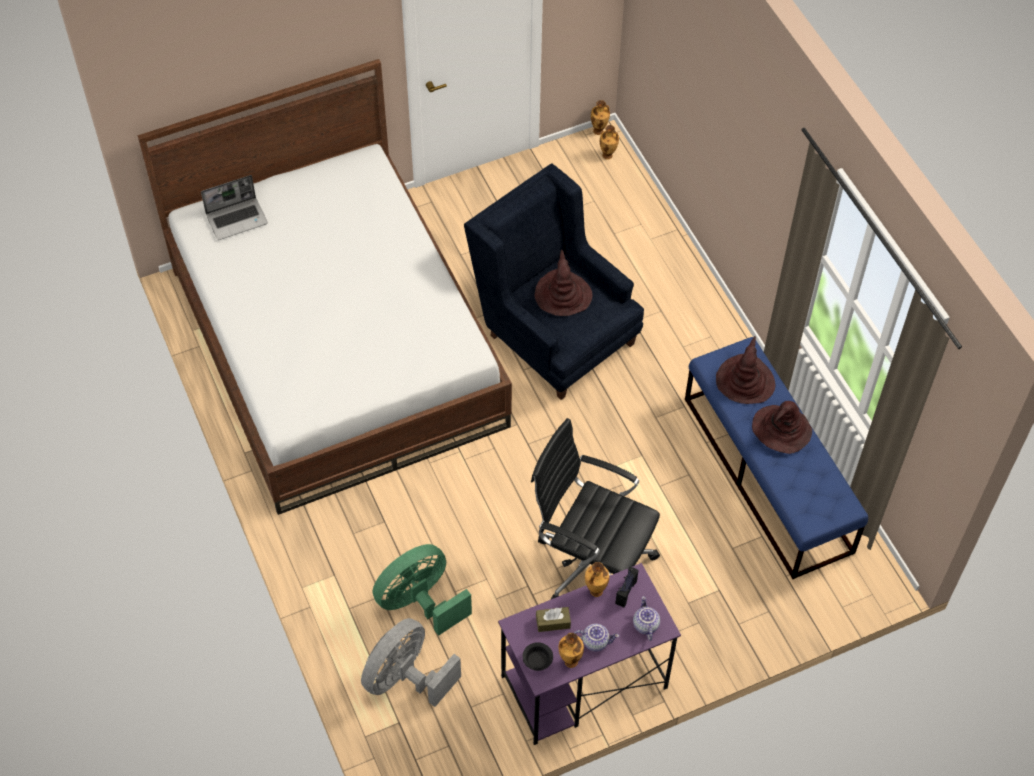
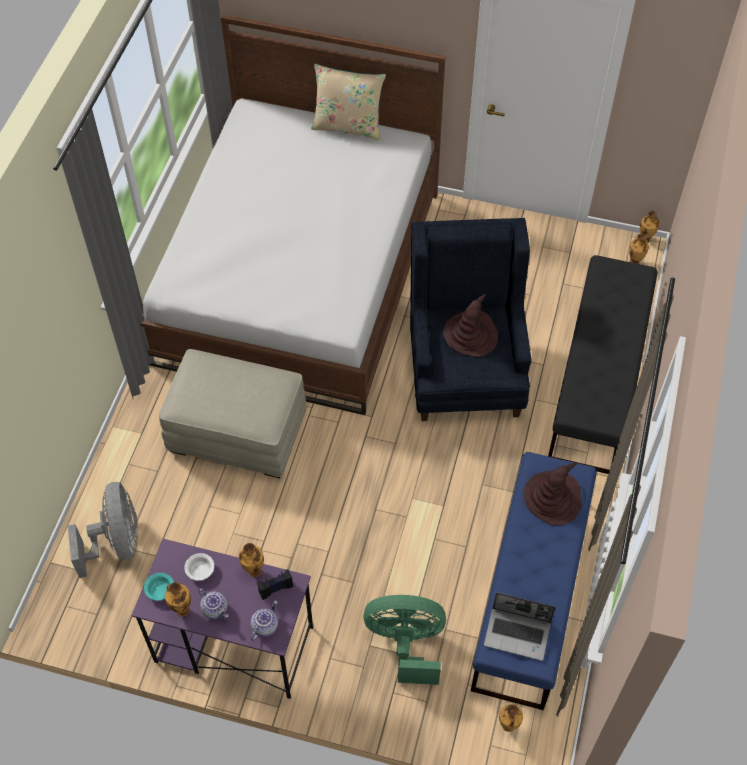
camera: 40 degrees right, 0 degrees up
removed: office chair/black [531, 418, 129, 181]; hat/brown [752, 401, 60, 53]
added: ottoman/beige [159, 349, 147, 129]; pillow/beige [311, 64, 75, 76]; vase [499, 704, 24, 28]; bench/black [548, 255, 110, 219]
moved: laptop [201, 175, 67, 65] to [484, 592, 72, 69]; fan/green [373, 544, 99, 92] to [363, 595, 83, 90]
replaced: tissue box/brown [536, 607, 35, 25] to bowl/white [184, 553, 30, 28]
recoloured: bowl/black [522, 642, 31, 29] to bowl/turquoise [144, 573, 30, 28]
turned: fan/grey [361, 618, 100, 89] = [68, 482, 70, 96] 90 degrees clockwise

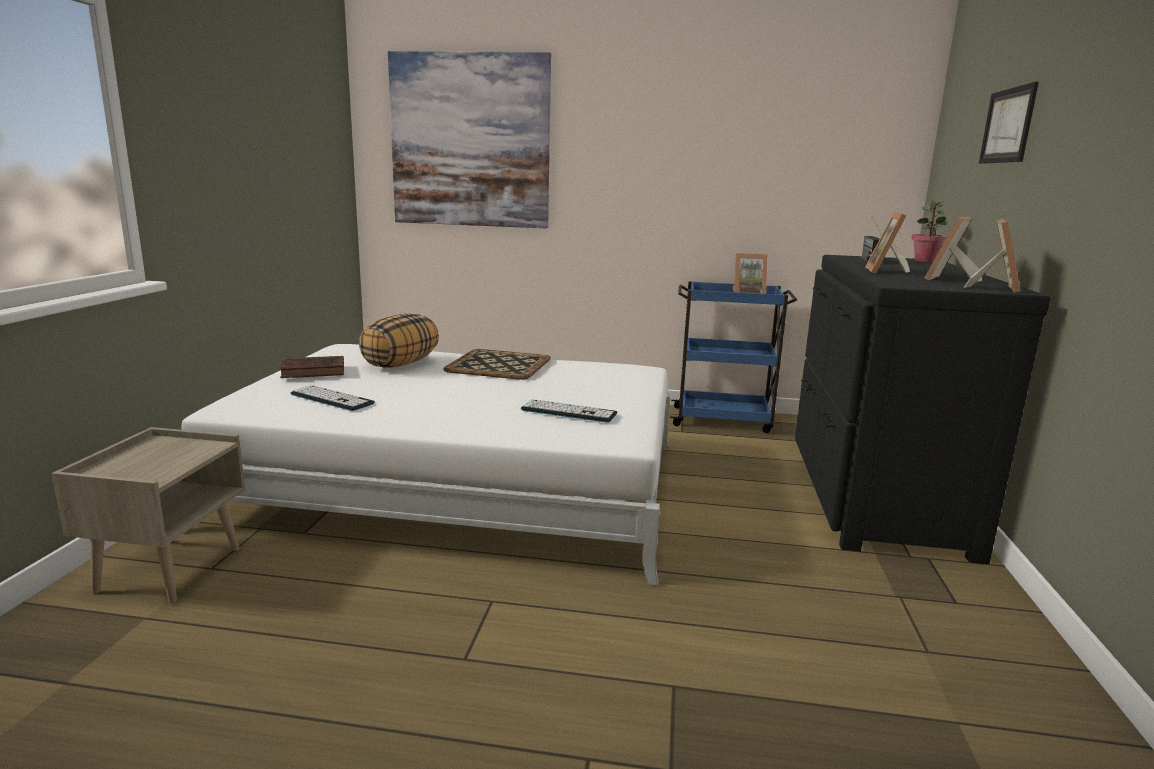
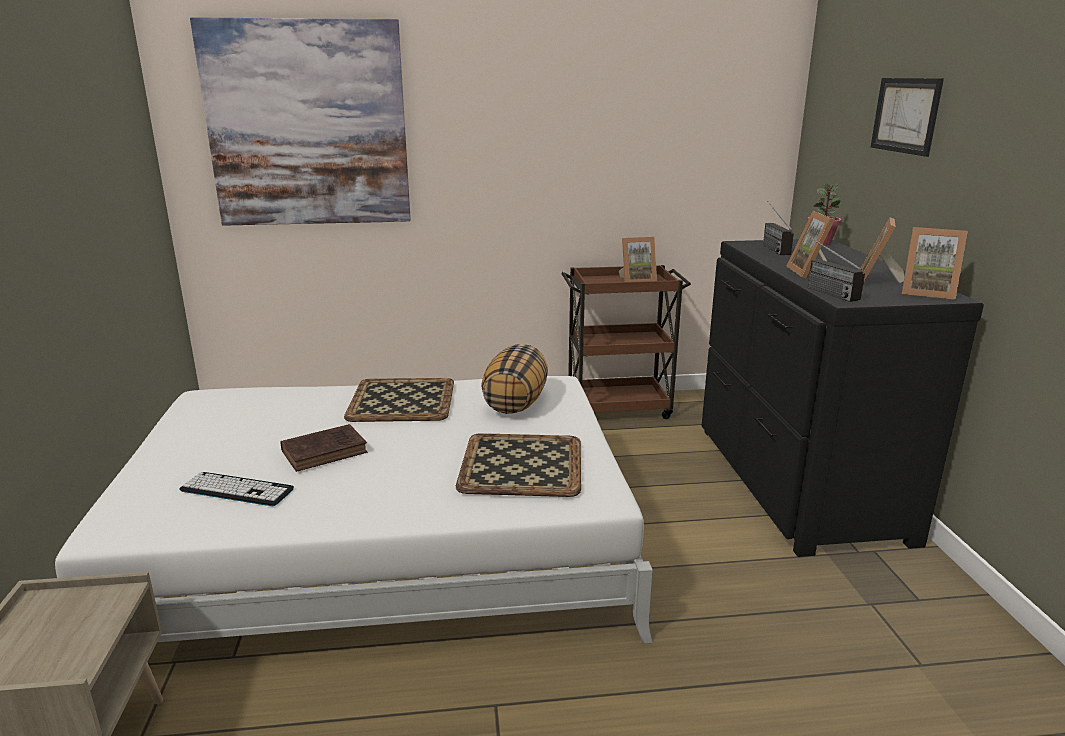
camera: 15 degrees left, 5 degrees up
added: radio [801, 232, 64, 70]
moved: book/brown [280, 356, 64, 22] to [280, 424, 88, 48]; pillow [359, 313, 80, 55] to [481, 344, 67, 70]
replaced: keyboard [521, 399, 96, 24] to tray [456, 433, 125, 64]
recoloured: cart/blue [670, 281, 127, 152] to cart/brown [562, 265, 129, 154]
turned: picture frame [964, 219, 57, 73] = [901, 227, 67, 73] 105 degrees clockwise

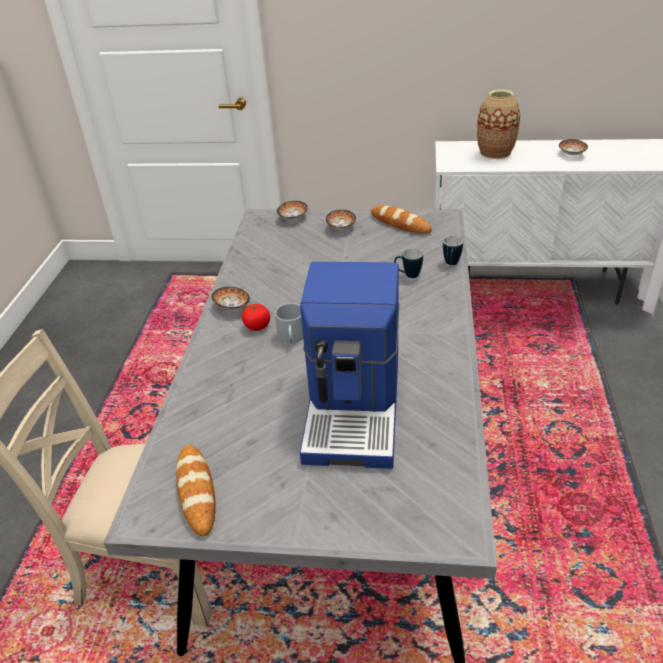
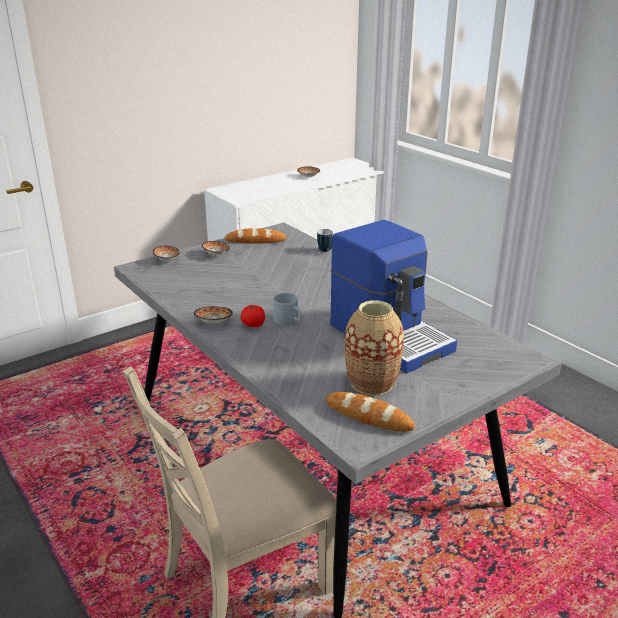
camera: 45 degrees left, 10 degrees down
removed: mug [394, 248, 29, 30]
moved: vase [477, 89, 43, 70] to [345, 300, 59, 96]

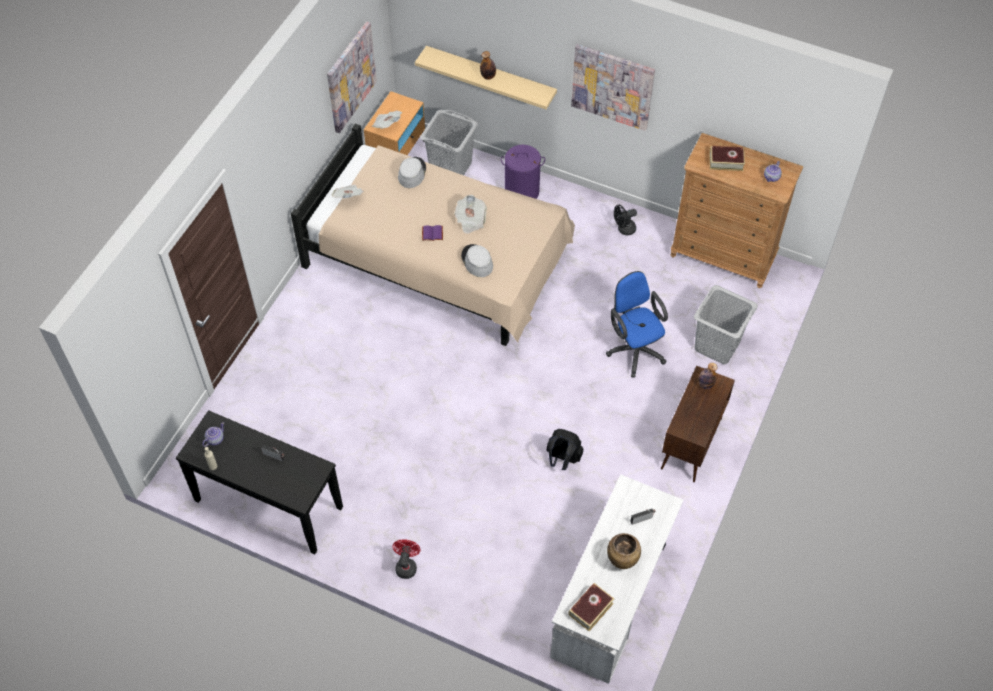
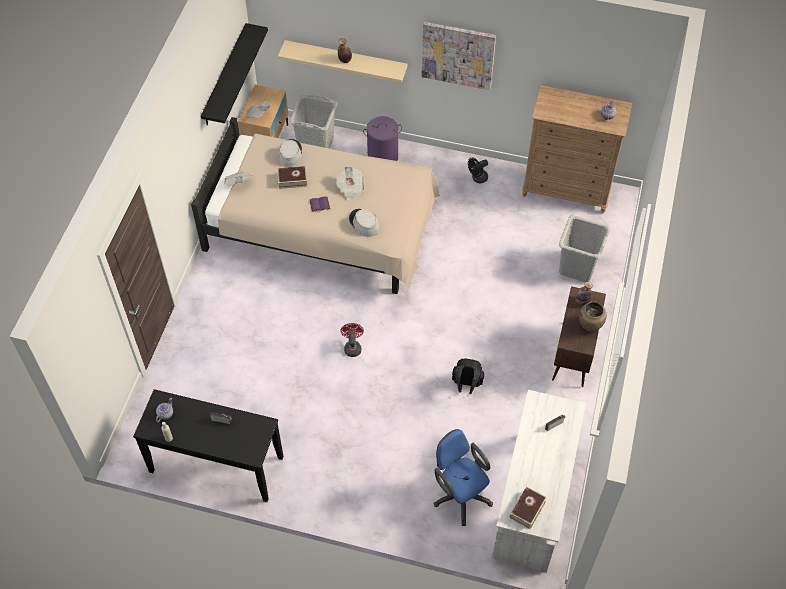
camera: 10 degrees left, 0 degrees up
moved: fan/red [392, 540, 28, 39] to [341, 323, 23, 34]; office chair/blue [606, 271, 62, 107] to [433, 429, 60, 97]; vase/brown [607, 533, 34, 36] to [579, 302, 27, 30]; book [709, 146, 36, 25] to [277, 166, 30, 23]
replaced: picture [327, 21, 50, 112] to shelf/black [201, 23, 67, 103]

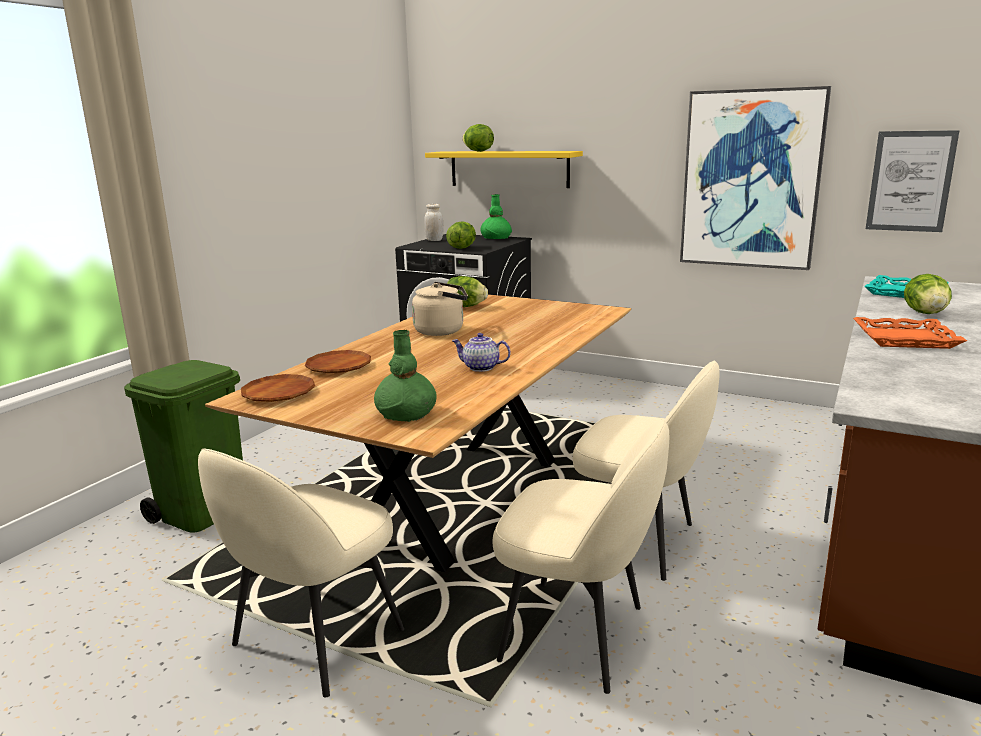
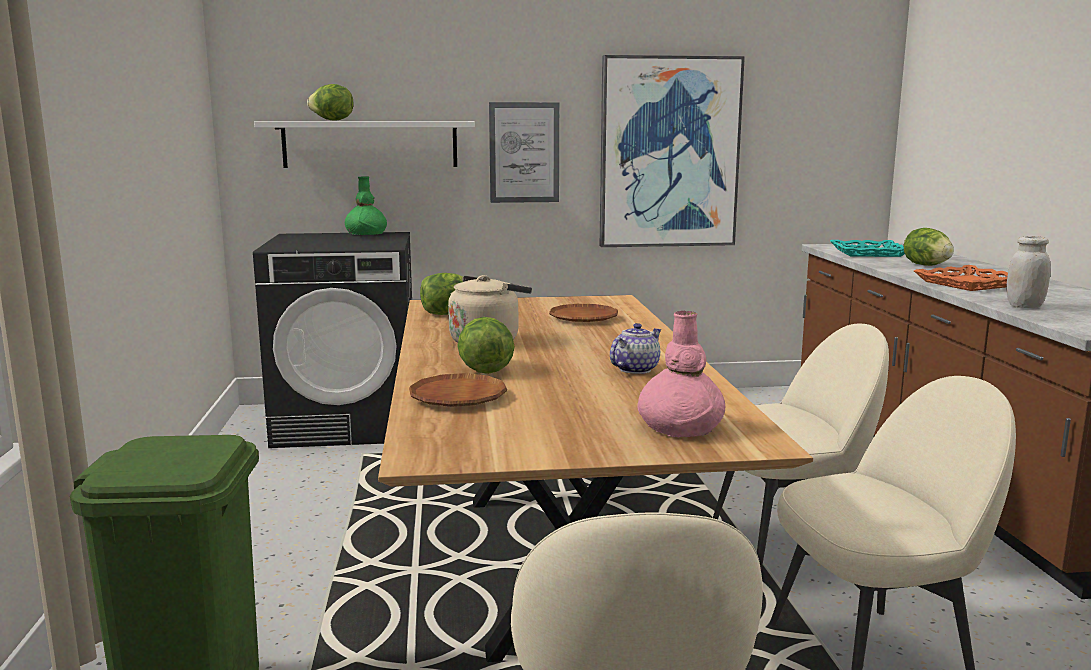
camera: 35 degrees left, 5 degrees down
moved: plate/brown [241, 374, 74, 28] to [549, 304, 69, 18]; jar/white [424, 204, 20, 37] to [1006, 236, 45, 72]; lettuce [446, 222, 30, 27] to [457, 317, 58, 57]; picture [866, 130, 94, 102] to [489, 102, 70, 101]
recoloured: vase/green [374, 330, 63, 92] to vase/pink [637, 311, 88, 126]; shelf/yellow [425, 151, 158, 37] to shelf/white [254, 121, 221, 47]
turned: teapot [452, 333, 59, 39] = [610, 323, 52, 51] 150 degrees clockwise

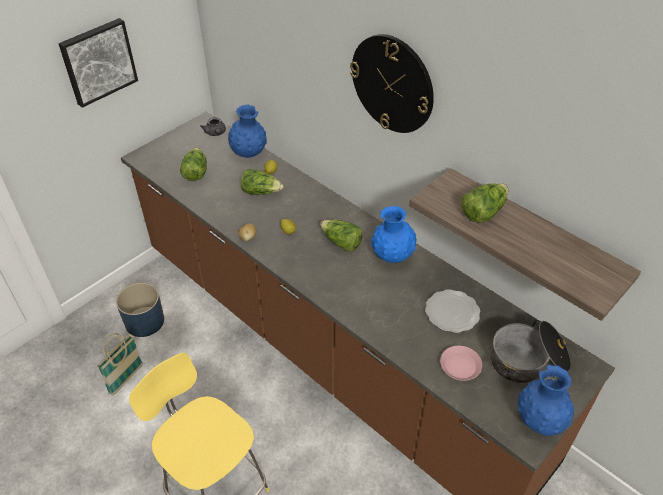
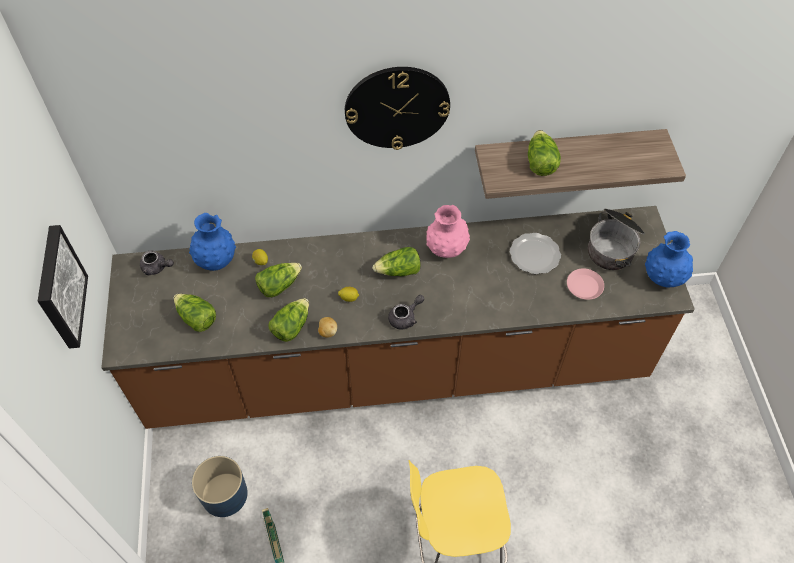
camera: 50 degrees left, 10 degrees up
added: lettuce [269, 298, 40, 44]; teapot/grey [388, 295, 36, 34]
recoloured: vase/blue [371, 206, 46, 57] to vase/pink [426, 205, 44, 53]

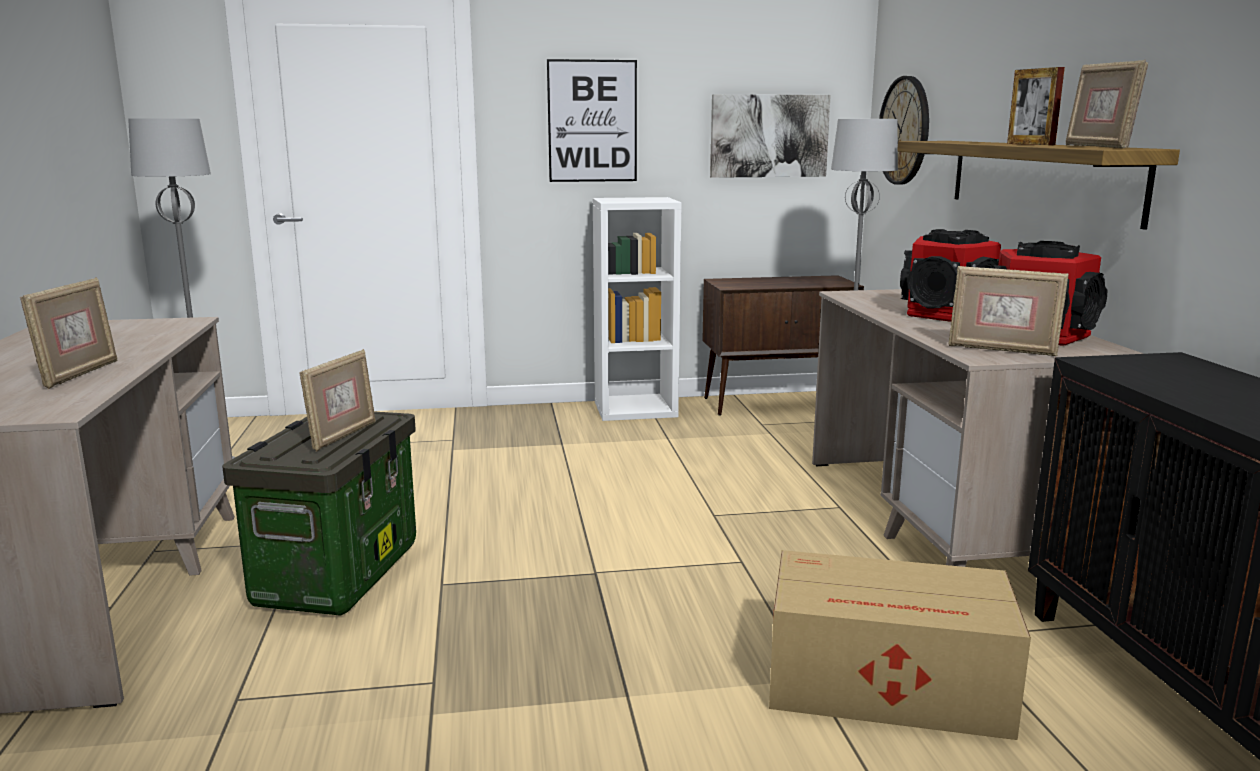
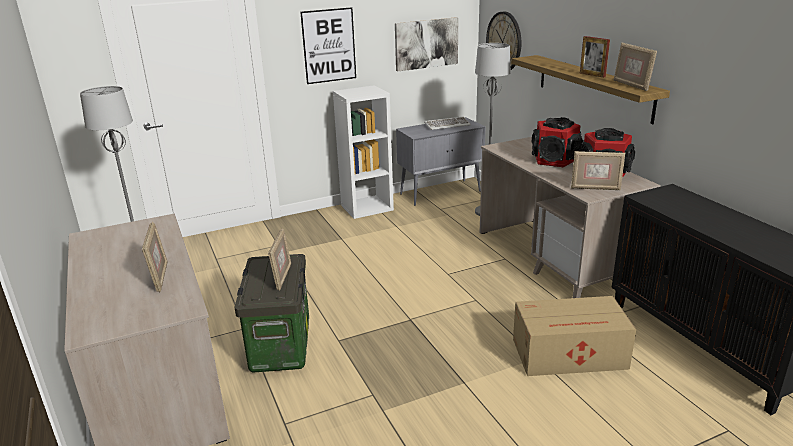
camera: 15 degrees left, 10 degrees up
added: keyboard [424, 117, 47, 13]
recoloured: cabinet/brown [702, 275, 162, 141] to cabinet/grey [396, 117, 90, 89]

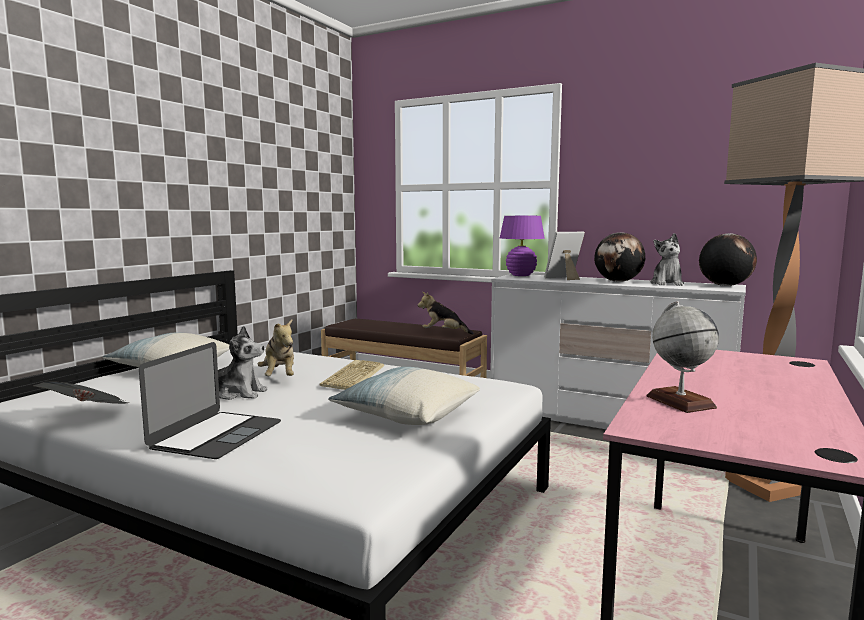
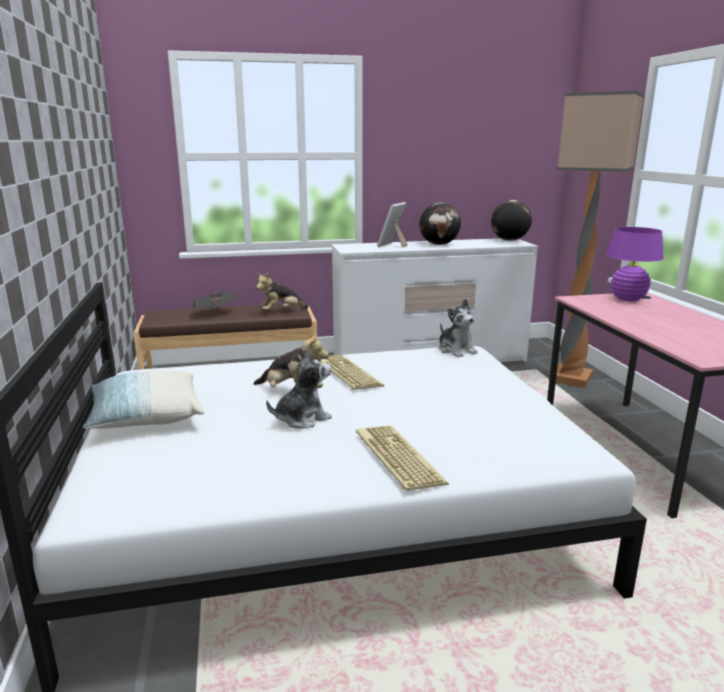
camera: 40 degrees left, 10 degrees up
removed: pillow [328, 367, 152, 58]; globe [646, 301, 73, 112]
moved: newspaper [33, 382, 97, 22] to [192, 292, 44, 17]; table lamp/purple [500, 216, 45, 60] to [606, 227, 58, 74]; plush toy [650, 233, 34, 53] to [439, 299, 39, 59]
replaced: laptop [139, 342, 142, 117] to keyboard [356, 426, 93, 65]

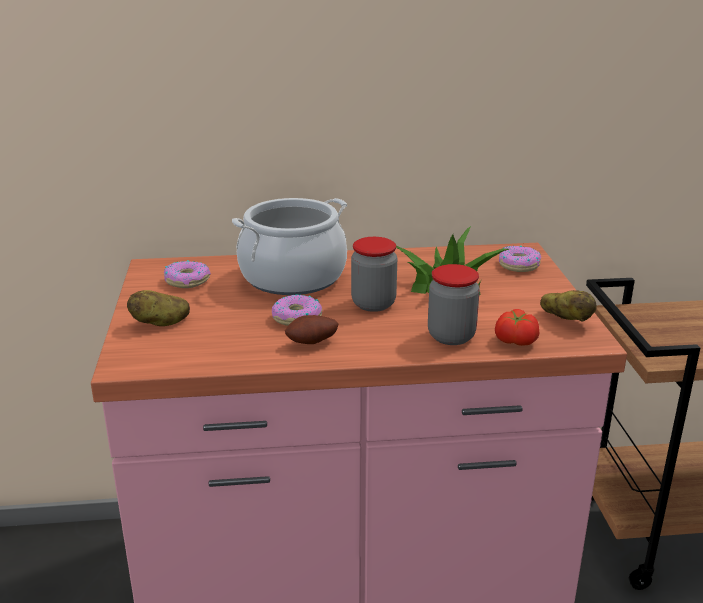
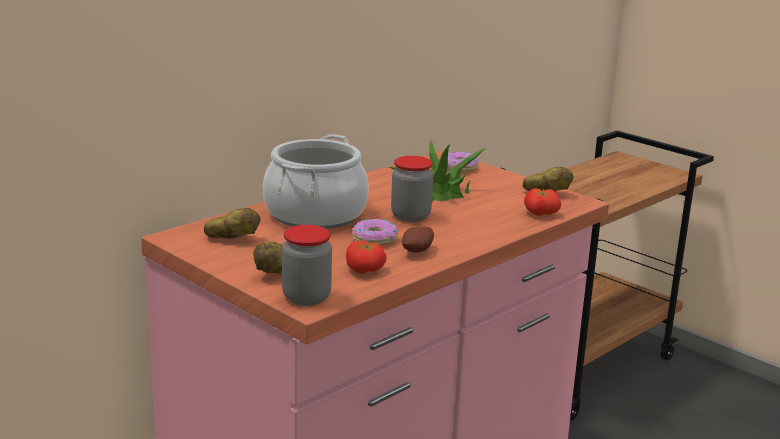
camera: 40 degrees left, 5 degrees down
added: tomato [346, 240, 40, 34]
moved: jar [428, 264, 52, 81] to [282, 225, 50, 81]
replaced: donut [164, 260, 47, 28] to potato [204, 208, 56, 31]

